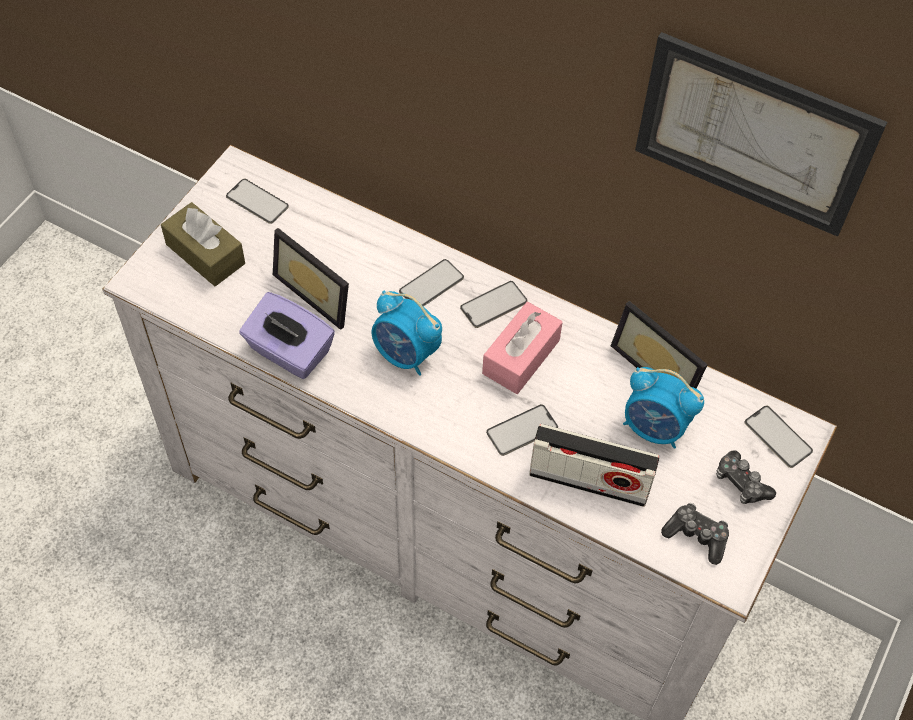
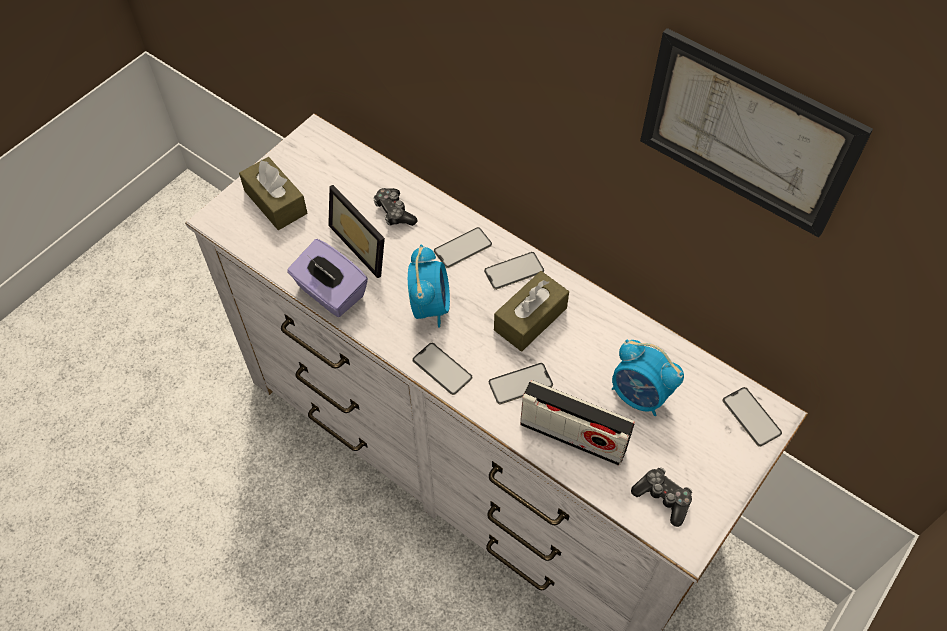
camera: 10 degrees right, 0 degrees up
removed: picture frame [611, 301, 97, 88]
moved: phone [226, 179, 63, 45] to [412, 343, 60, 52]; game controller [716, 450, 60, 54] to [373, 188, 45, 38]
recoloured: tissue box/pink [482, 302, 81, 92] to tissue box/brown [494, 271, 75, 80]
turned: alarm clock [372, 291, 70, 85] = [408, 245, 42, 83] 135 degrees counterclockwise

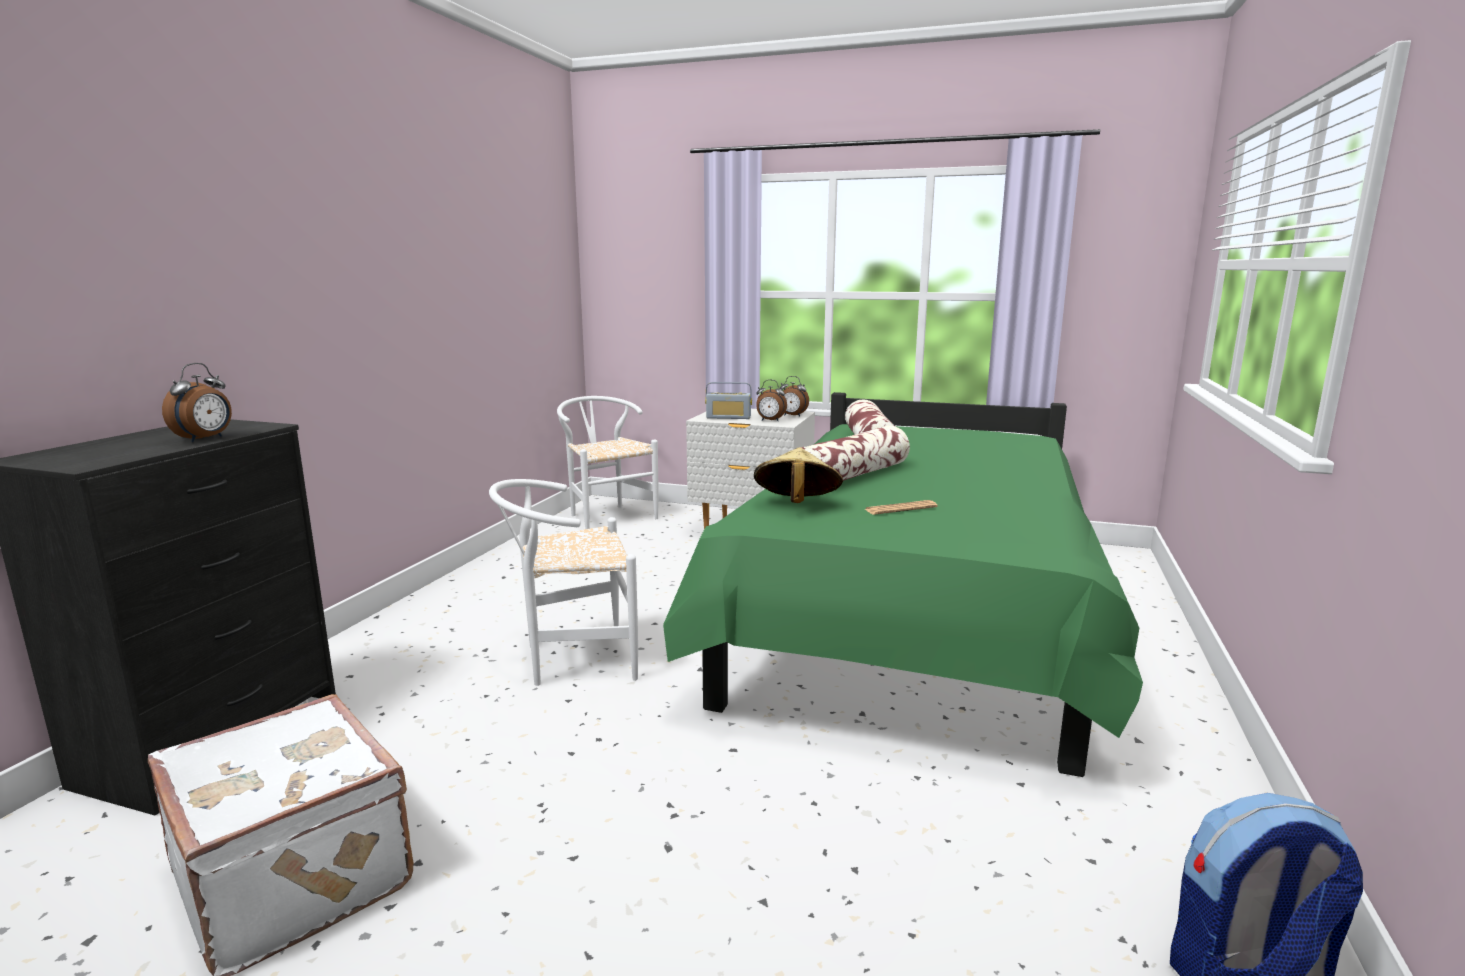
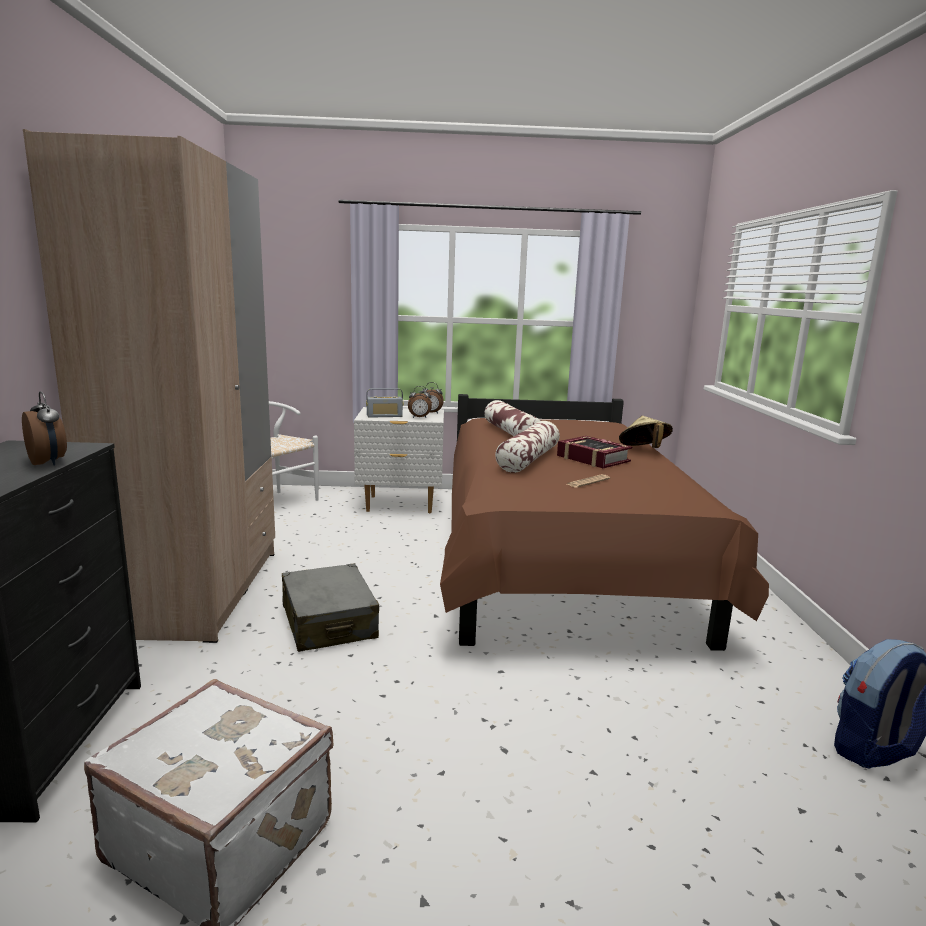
camera: 20 degrees left, 0 degrees up
added: wardrobe/beige [23, 129, 252, 514]; book [557, 436, 75, 32]
moved: hat/beige [754, 447, 89, 56] to [619, 416, 54, 32]
replaced: chair/white [489, 479, 149, 207] to suitcase/grey [282, 563, 97, 89]
recoloured: bed/green [663, 392, 480, 385] to bed/brown [440, 394, 329, 257]
turned: alarm clock [162, 363, 70, 79] = [22, 391, 45, 75] 45 degrees counterclockwise

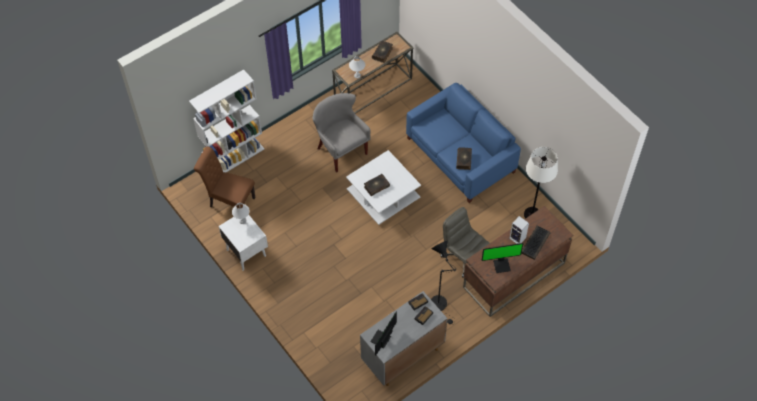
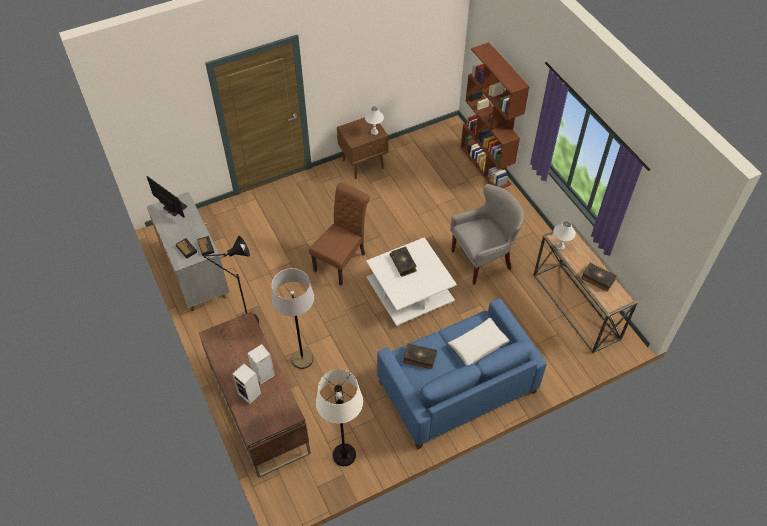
camera: 100 degrees right, 5 degrees down
removed: monitor [482, 243, 41, 30]
added: pillow/white [448, 318, 62, 47]
moved: chair/brown [194, 147, 61, 62] to [309, 183, 61, 103]
replaced: office chair/grey [440, 207, 50, 71] to floor lamp/grey [272, 268, 42, 101]; keyboard [522, 226, 28, 34] to speaker [232, 364, 29, 40]
recoloured: bookcase/white [189, 69, 75, 103] to bookcase/brown [461, 42, 69, 147]; nightstand/white [219, 215, 49, 56] to nightstand/brown [337, 117, 52, 62]

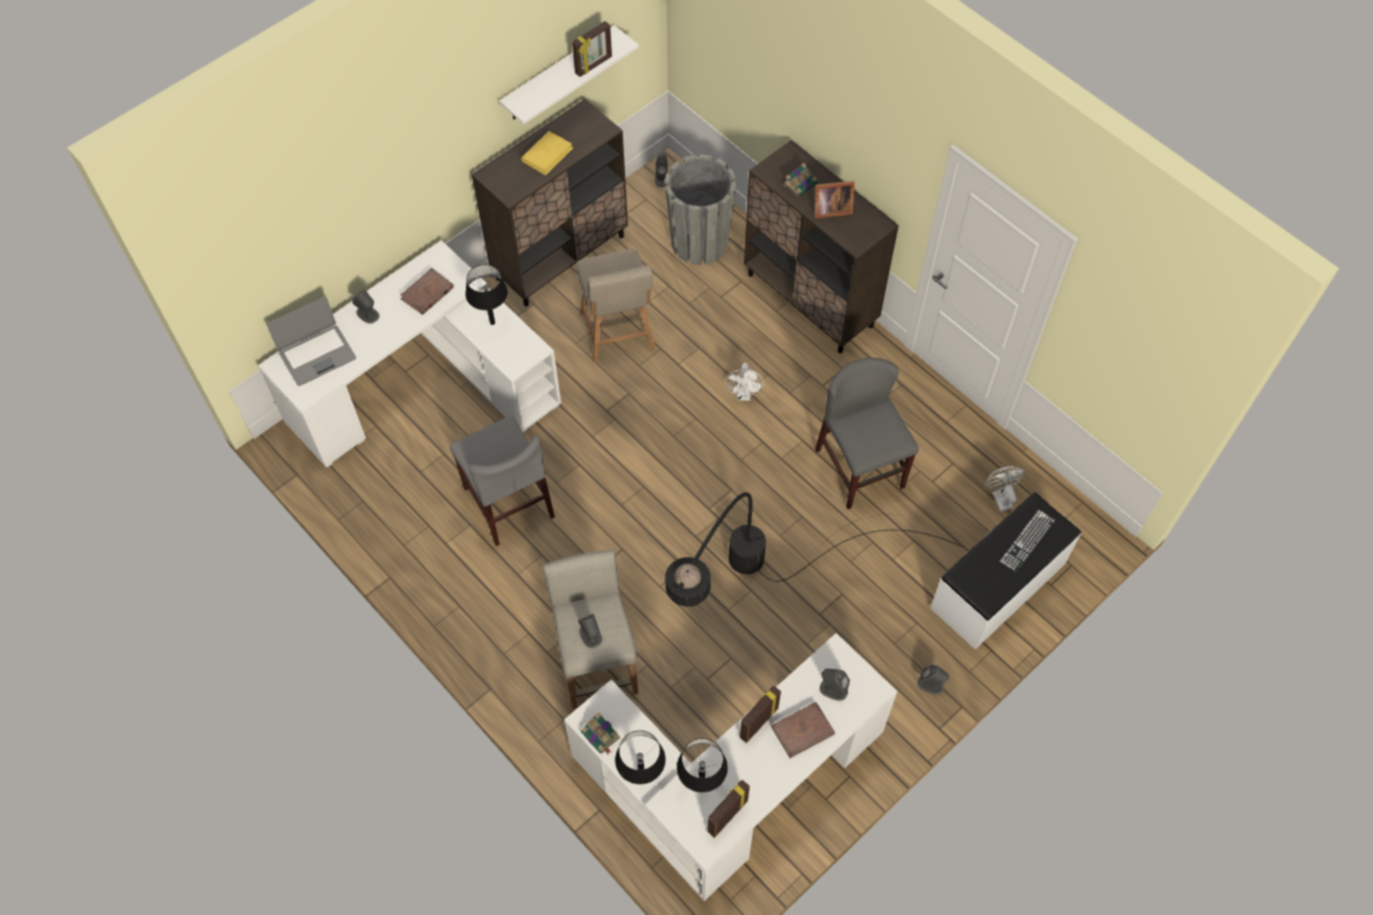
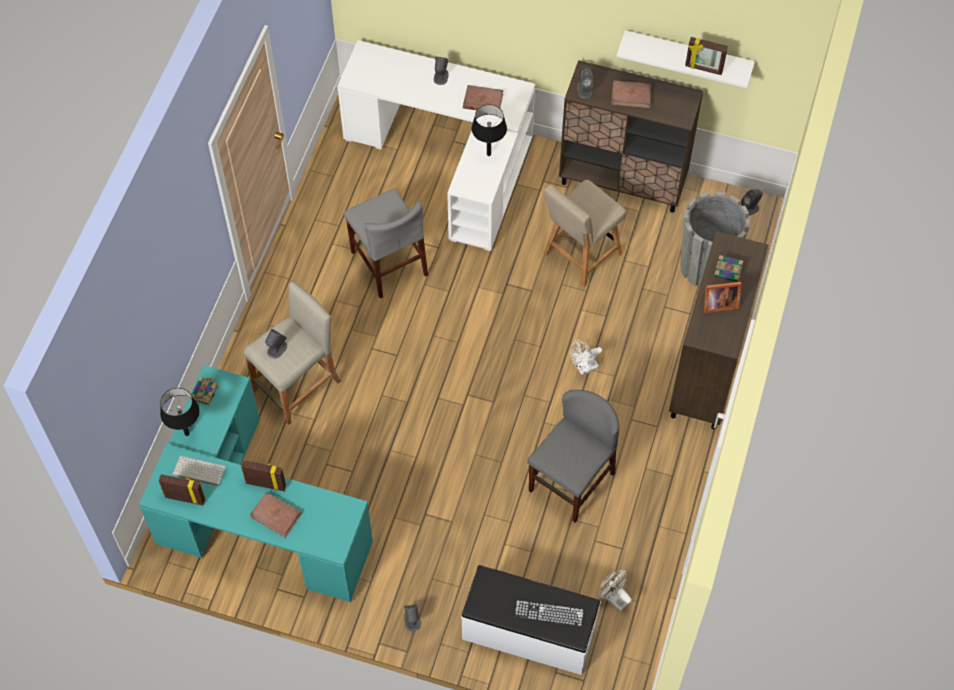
camera: 60 degrees right, 0 degrees up
removed: laptop [267, 297, 89, 89]; floor lamp/black [665, 492, 298, 115]
moved: speaker/grey [820, 669, 30, 32] to [577, 66, 16, 33]
replaced: table lamp/black [677, 738, 51, 55] to keyboard [173, 456, 53, 30]
recoloured: book/yellow [521, 131, 52, 44] to book/brown [611, 80, 40, 28]; desk/white [564, 633, 334, 268] to desk/turquoise [139, 365, 234, 237]
turned: chair/grey [450, 416, 105, 130] = [344, 188, 84, 111] 60 degrees counterclockwise; picture frame [813, 181, 41, 37] = [702, 282, 40, 31] 60 degrees counterclockwise; fan/white [985, 466, 39, 46] = [599, 571, 33, 41] 90 degrees counterclockwise

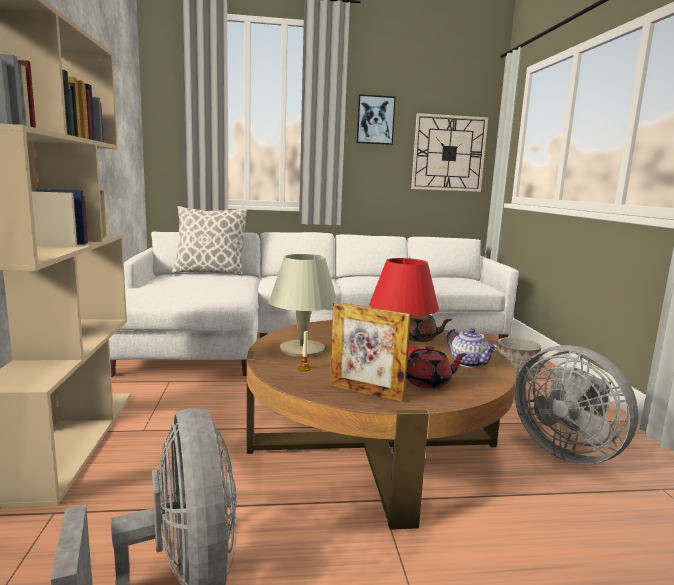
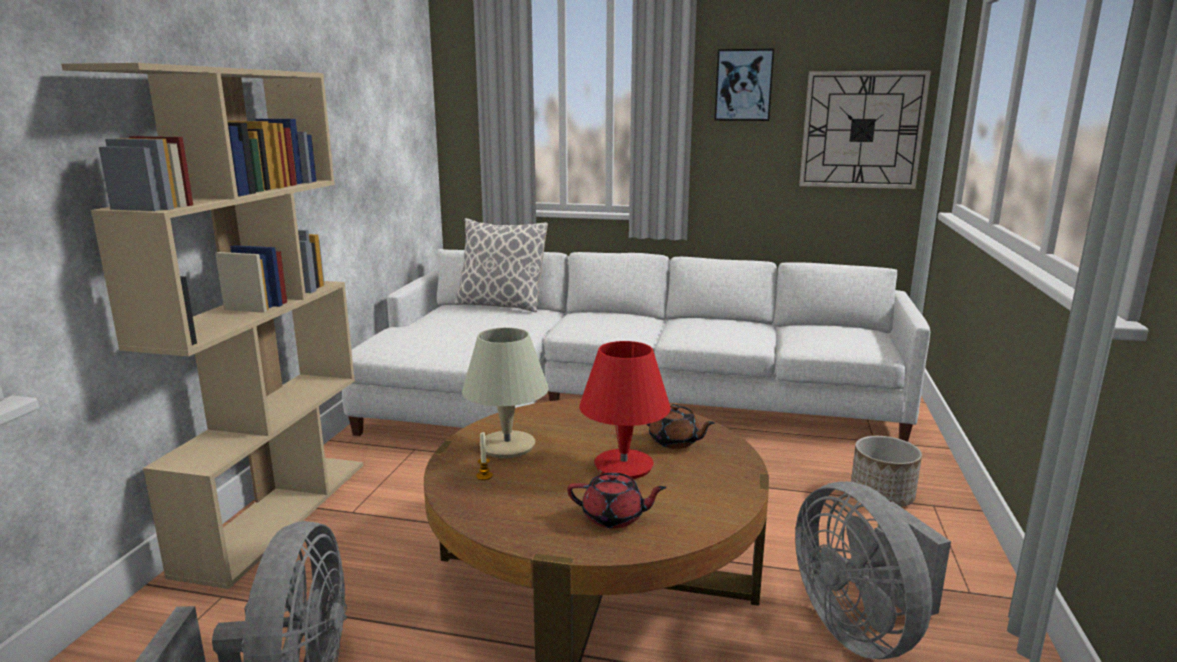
camera: 20 degrees right, 5 degrees up
removed: picture frame [330, 302, 81, 101]; teapot [447, 328, 50, 40]

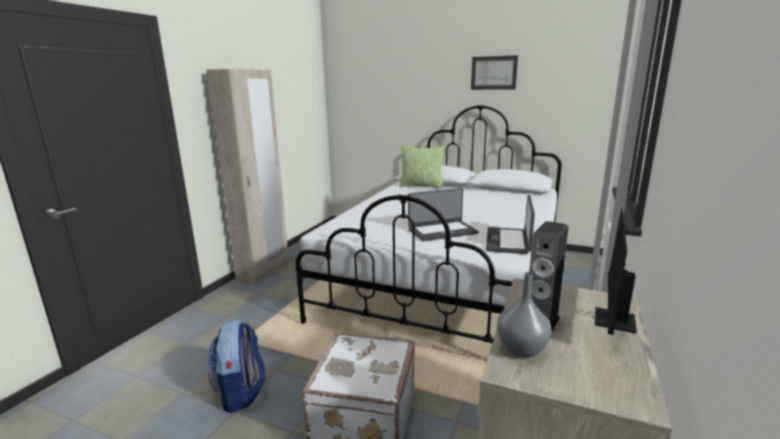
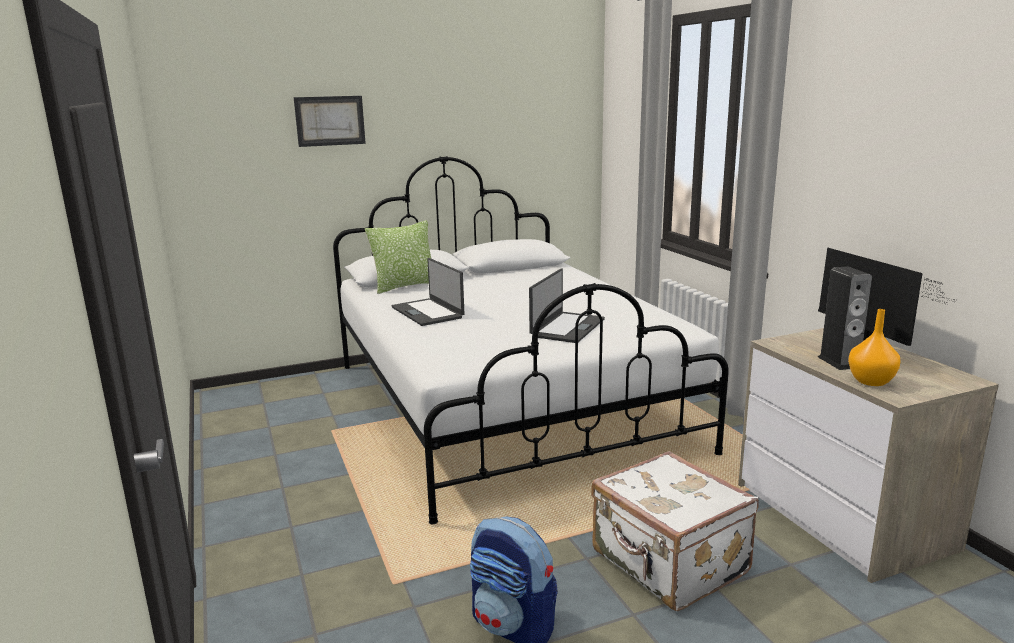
camera: 45 degrees left, 0 degrees up
removed: wardrobe/beige [206, 69, 83, 216]
moved: picture [471, 55, 47, 35] to [294, 96, 72, 51]; laptop [486, 195, 49, 59] to [391, 258, 74, 68]
recoloured: vase/grey [497, 272, 55, 86] to vase/orange [848, 309, 53, 77]

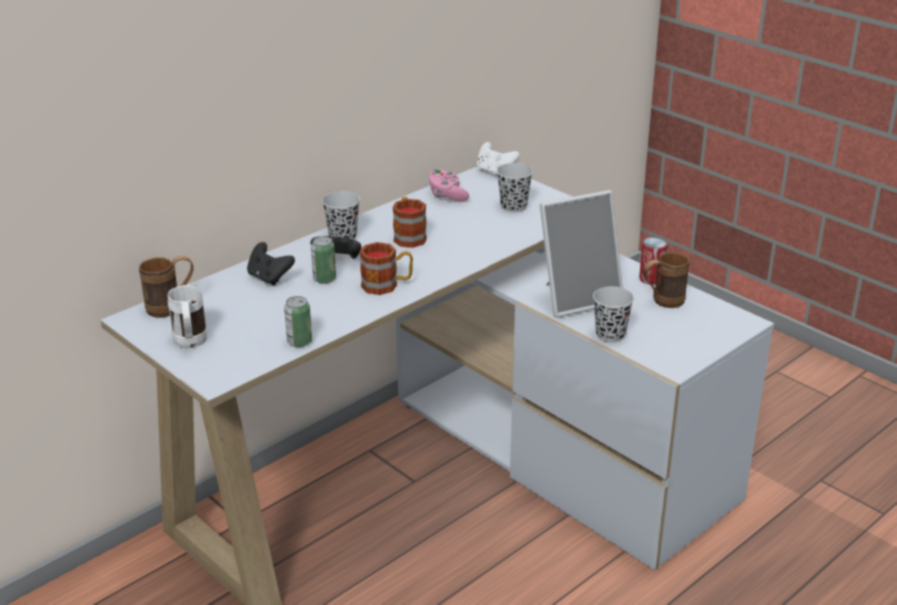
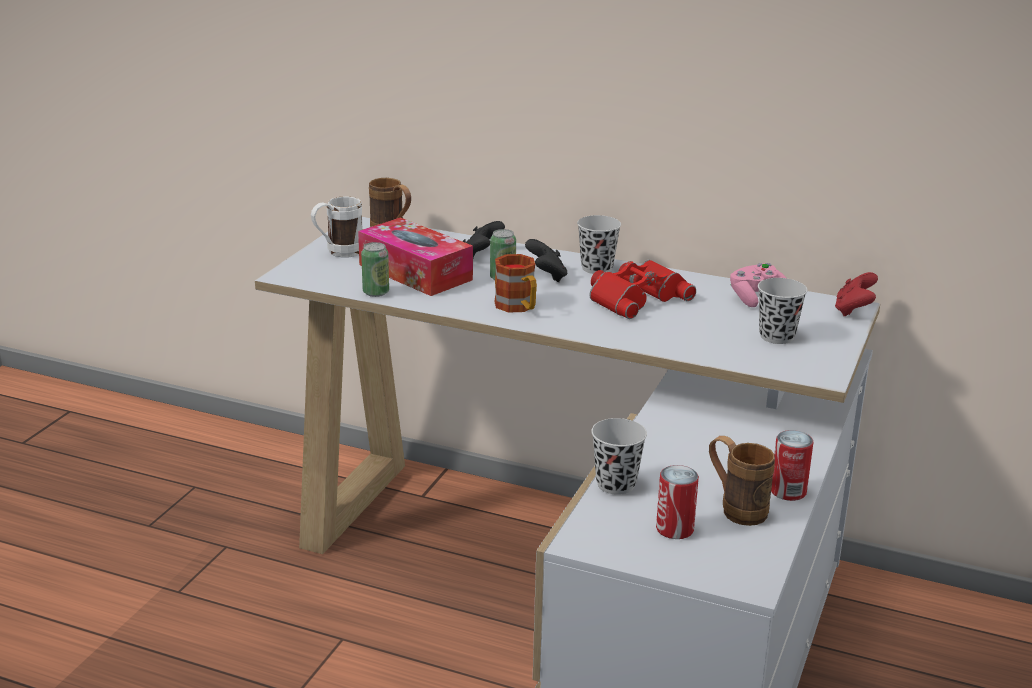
camera: 65 degrees right, 5 degrees down
removed: picture frame [540, 190, 83, 128]
added: tissue box [358, 217, 115, 79]; can [656, 465, 43, 74]
replaced: mug [393, 197, 34, 51] to binoculars/red [589, 260, 107, 59]
recoloured: game controller/white [477, 142, 43, 33] to game controller/red [835, 272, 43, 44]

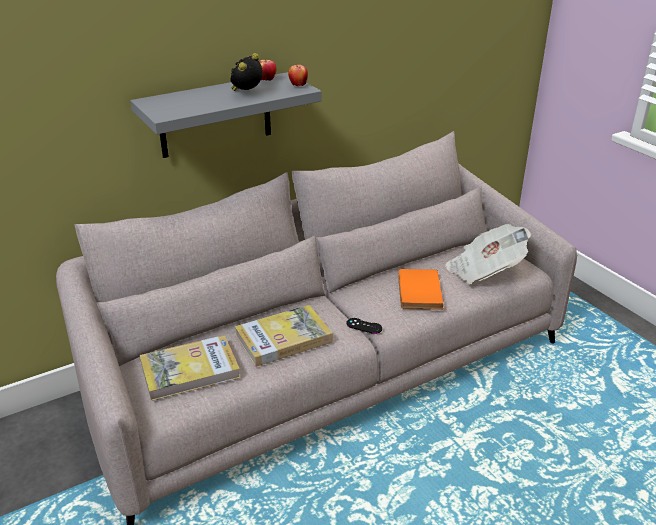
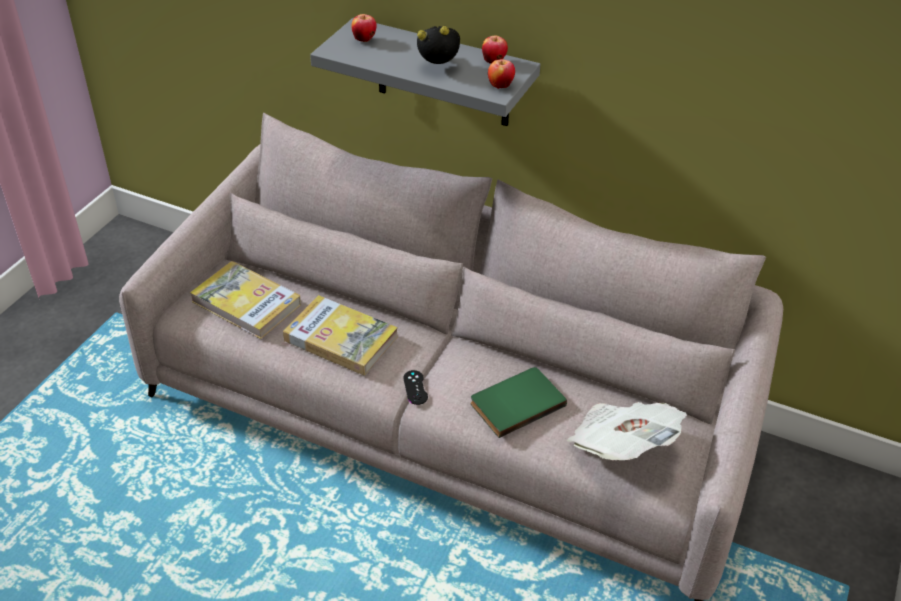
camera: 55 degrees right, 10 degrees up
added: apple [352, 14, 25, 28]
recoloured: book/orange [398, 269, 45, 41] to book/green [471, 367, 96, 71]

